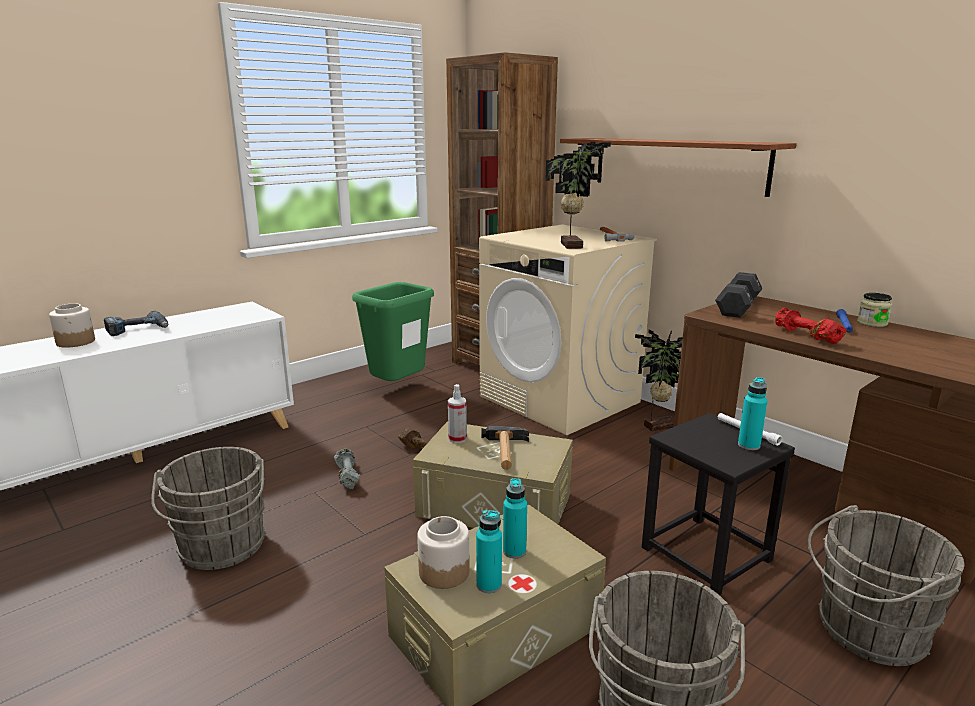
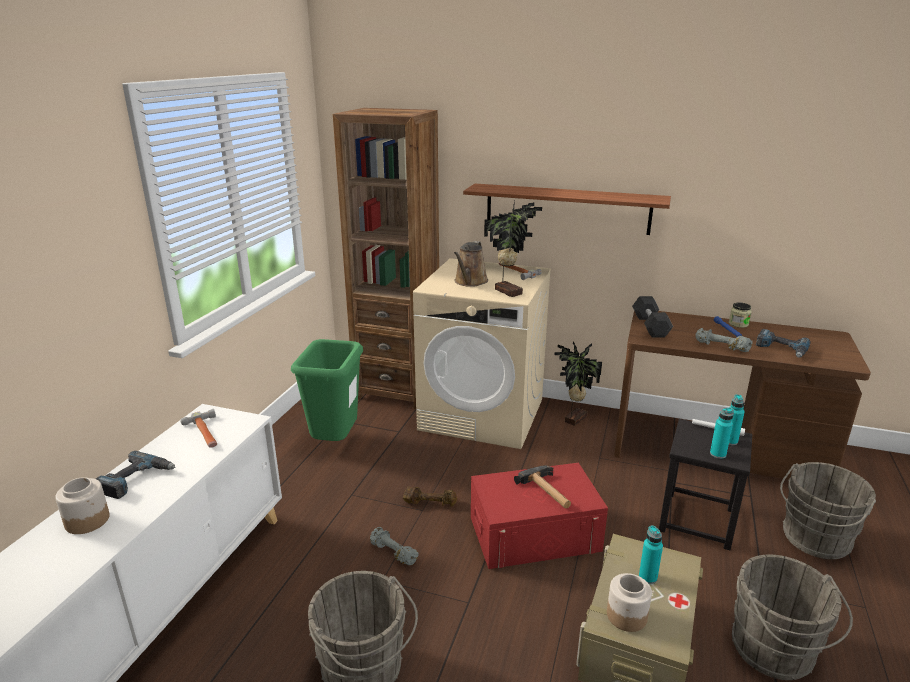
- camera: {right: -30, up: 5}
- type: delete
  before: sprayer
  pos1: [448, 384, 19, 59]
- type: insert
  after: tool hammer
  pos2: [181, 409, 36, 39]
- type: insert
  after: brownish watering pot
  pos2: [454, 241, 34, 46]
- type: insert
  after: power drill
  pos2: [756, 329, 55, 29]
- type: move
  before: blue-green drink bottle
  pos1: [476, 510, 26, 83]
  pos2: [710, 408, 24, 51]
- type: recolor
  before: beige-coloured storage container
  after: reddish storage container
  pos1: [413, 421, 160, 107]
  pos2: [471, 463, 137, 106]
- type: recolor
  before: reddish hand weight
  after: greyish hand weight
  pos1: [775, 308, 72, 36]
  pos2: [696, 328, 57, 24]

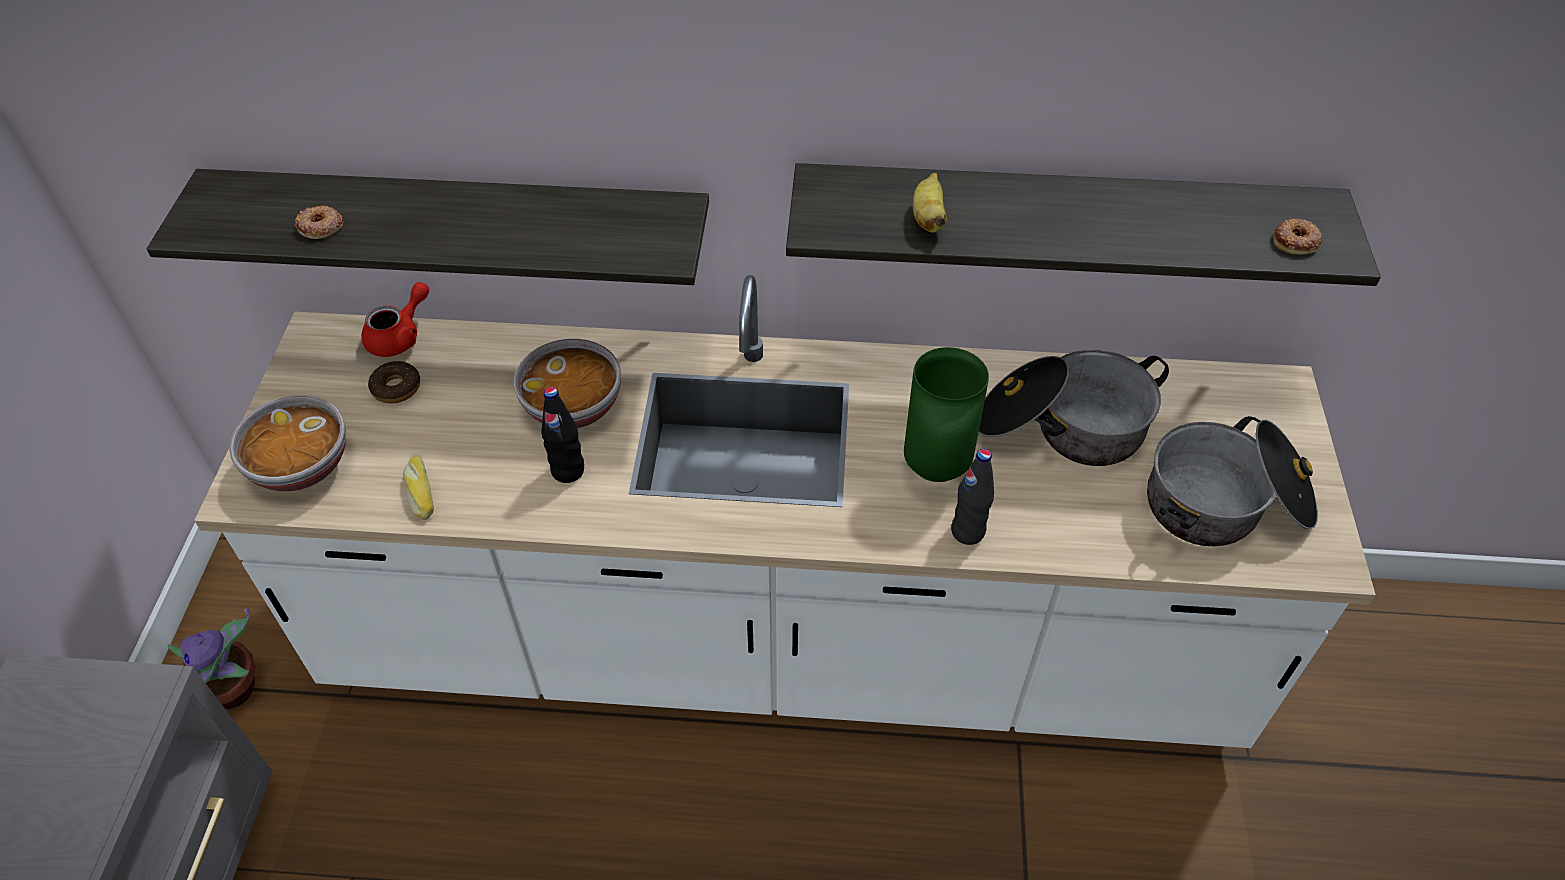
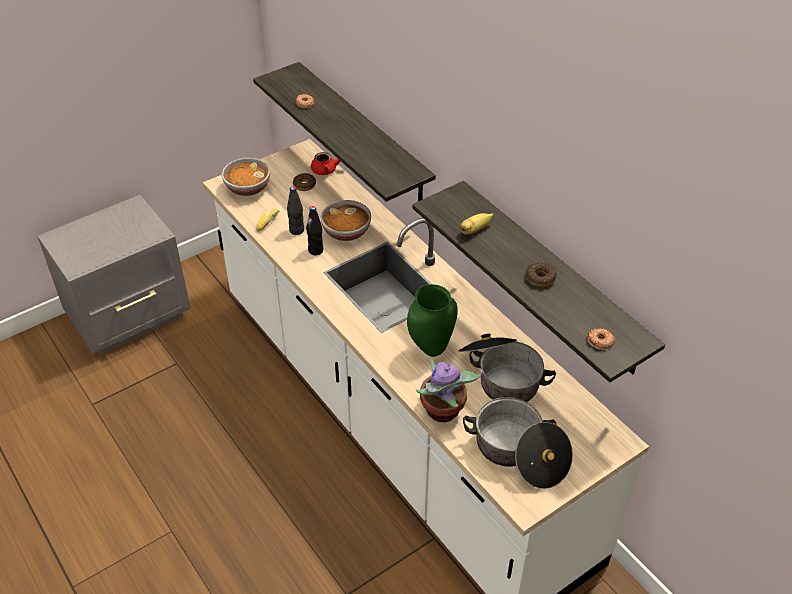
- camera: {right: 50, up: -5}
- type: insert
  after: doughnut
  pos2: [525, 262, 32, 25]
- type: move
  before: plant in a pot
  pos1: [167, 608, 89, 101]
  pos2: [416, 359, 67, 63]
- type: move
  before: black drink bottle
  pos1: [951, 449, 43, 96]
  pos2: [287, 186, 17, 49]

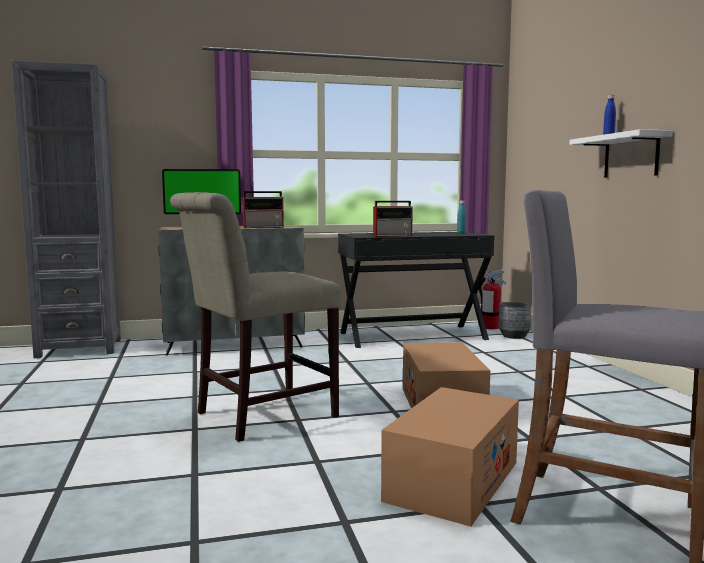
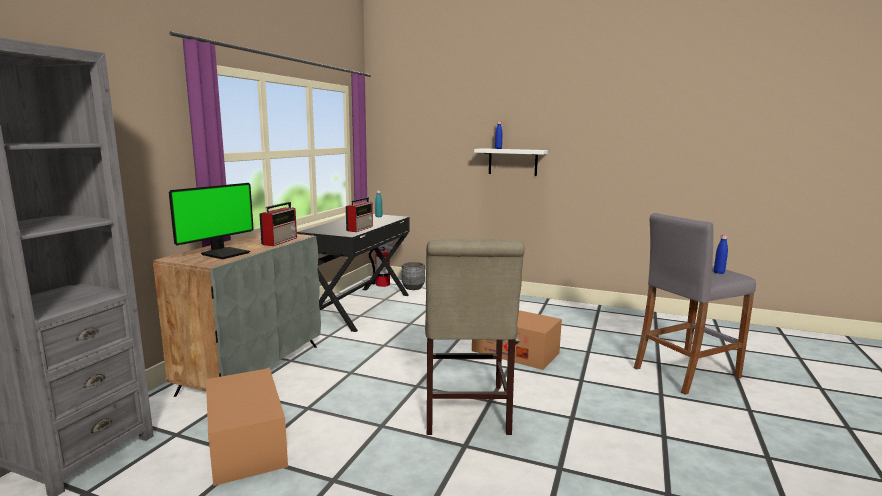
- camera: {right: -55, up: 5}
- type: insert
  after: bluish drink bottle
  pos2: [714, 235, 14, 39]
- type: move
  before: cardboard box
  pos1: [381, 387, 138, 140]
  pos2: [206, 368, 82, 118]

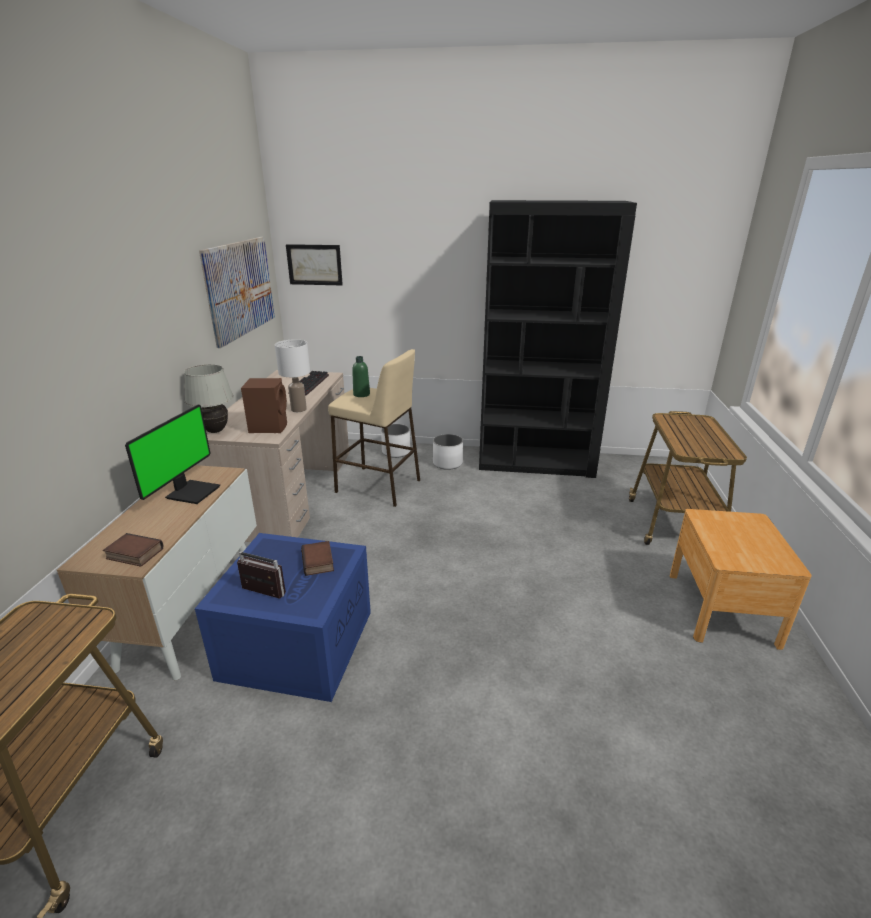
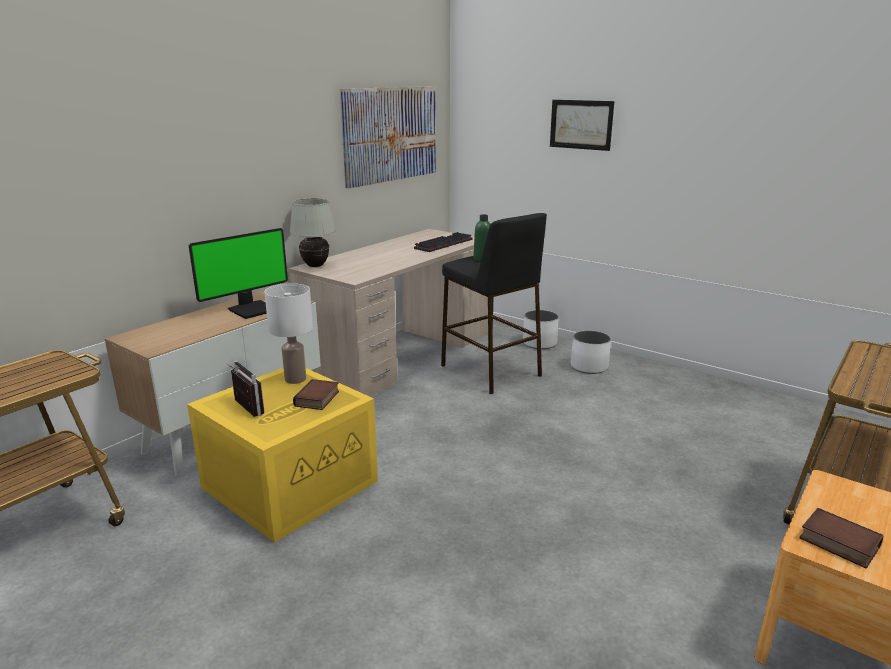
- camera: {right: 30, up: -5}
- type: delete
  before: brownish loudspeaker
  pos1: [241, 378, 46, 55]
- type: delete
  before: black shelving unit
  pos1: [479, 200, 158, 278]
- type: move
  before: volume
  pos1: [103, 533, 60, 34]
  pos2: [799, 508, 84, 60]
- type: move
  before: white-coloured table lamp
  pos1: [275, 340, 35, 72]
  pos2: [264, 283, 49, 101]
- type: move
  before: picture
  pos1: [286, 244, 57, 41]
  pos2: [550, 100, 64, 51]
- type: recolor
  before: bluish storage container
  after: yellow storage container
  pos1: [195, 533, 176, 169]
  pos2: [187, 368, 191, 175]
- type: recolor
  before: beige-coloured sitting stool
  after: black sitting stool
  pos1: [328, 349, 92, 158]
  pos2: [441, 213, 106, 181]

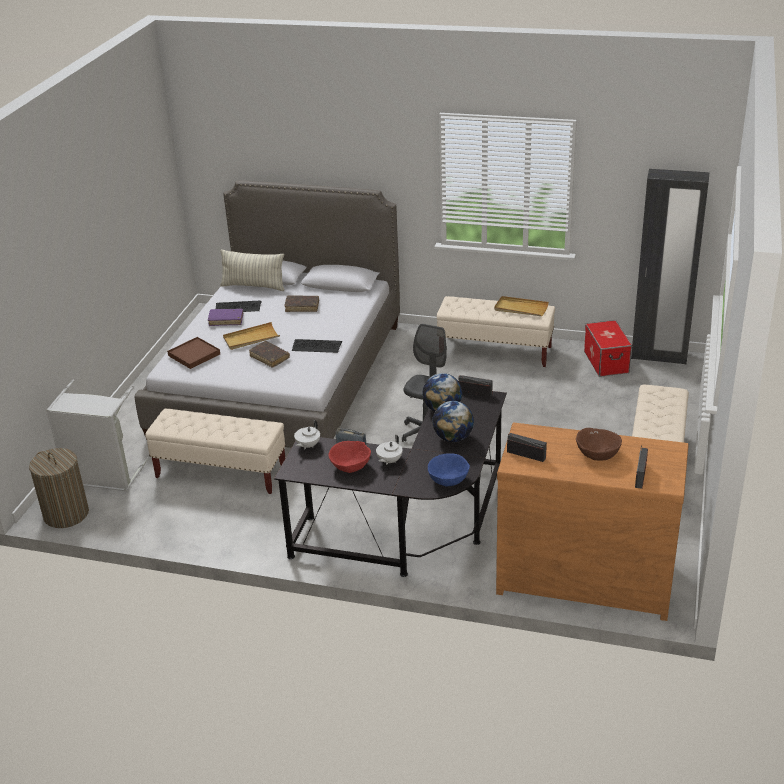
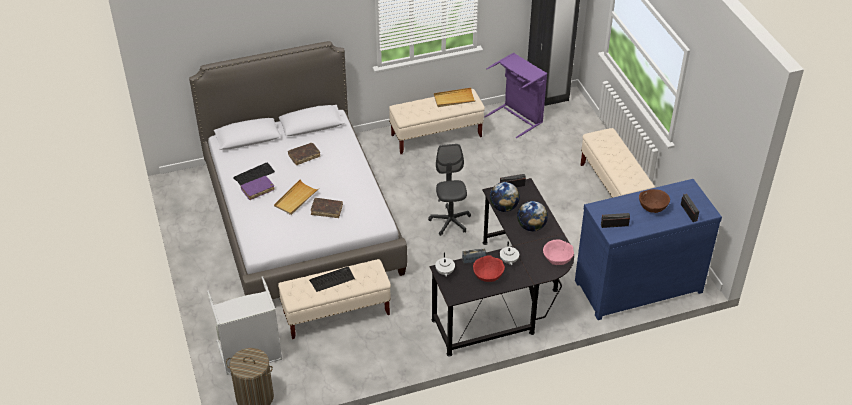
- camera: {right: -35, up: 10}
- type: delete
  before: brownish serving tray
  pos1: [167, 337, 53, 32]
- type: delete
  before: cushion
  pos1: [220, 250, 65, 41]
- type: move
  before: PC keyboard
  pos1: [292, 339, 50, 14]
  pos2: [309, 267, 46, 25]
- type: replace
  before: storage container
  after: purple-coloured laundry basket
  pos1: [584, 320, 48, 57]
  pos2: [484, 52, 63, 86]
- type: recolor
  before: bluish bowl
  after: pink bowl
  pos1: [428, 453, 42, 33]
  pos2: [543, 240, 31, 25]
- type: recolor
  before: brownish chest of drawers
  after: bluish chest of drawers
  pos1: [496, 422, 193, 199]
  pos2: [575, 179, 147, 141]

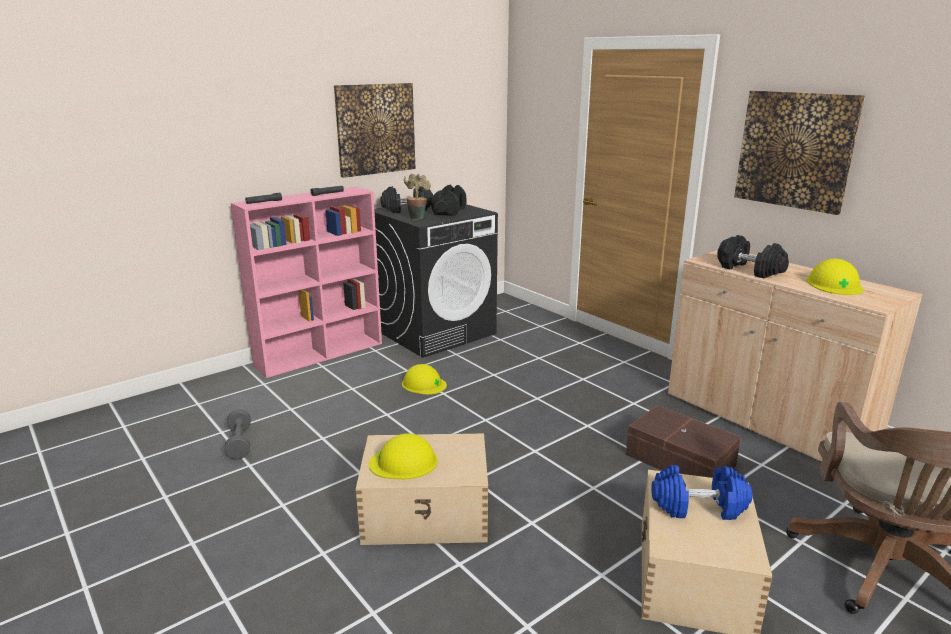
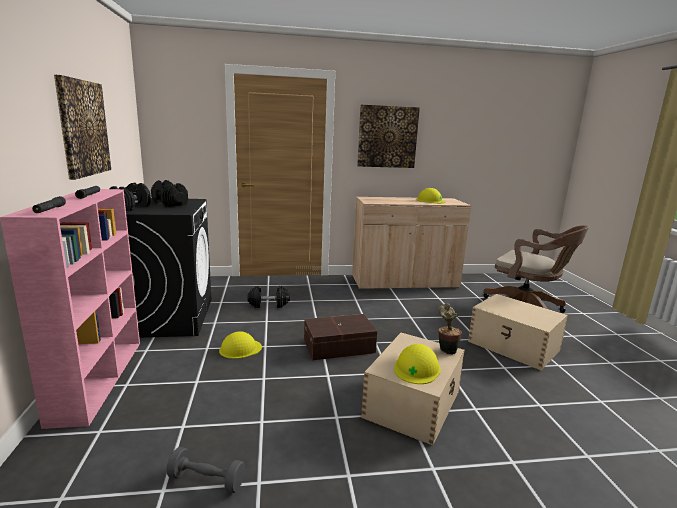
- camera: {right: -60, up: -5}
- type: delete
  before: bluish hand weight
  pos1: [651, 465, 101, 55]
- type: move
  before: plant in a pot
  pos1: [404, 174, 27, 46]
  pos2: [438, 303, 24, 52]
- type: move
  before: brownish storage container
  pos1: [626, 405, 115, 73]
  pos2: [304, 314, 73, 46]
- type: move
  before: black hand weight
  pos1: [718, 235, 71, 43]
  pos2: [248, 286, 42, 22]

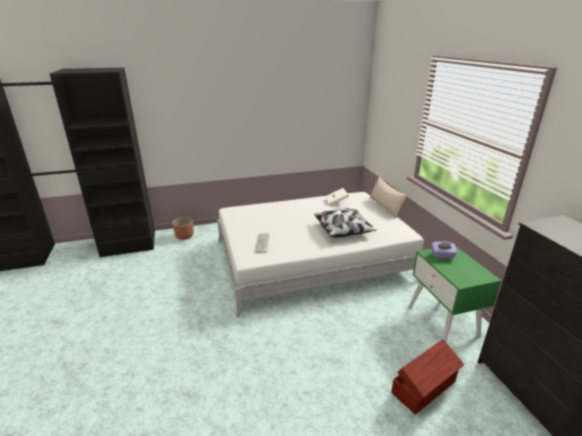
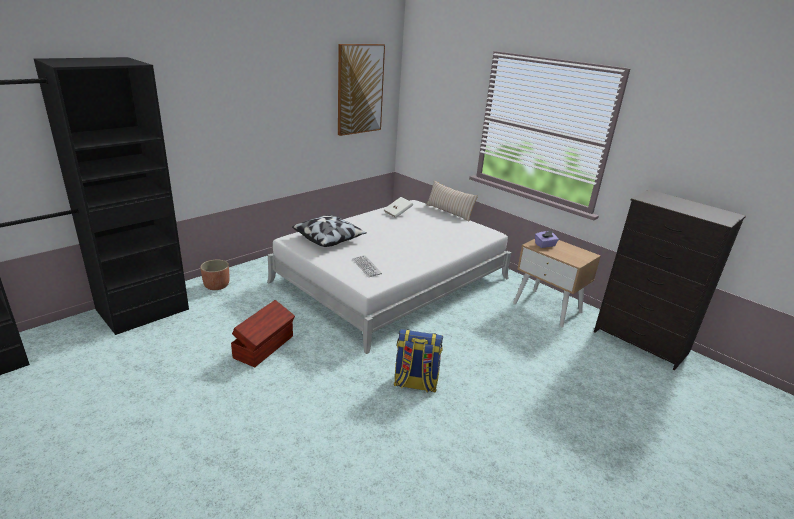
- camera: {right: -30, up: 0}
- type: insert
  after: picture
  pos2: [338, 44, 47, 92]
- type: insert
  after: backpack
  pos2: [394, 329, 50, 64]
- type: move
  before: cushion
  pos1: [314, 208, 63, 30]
  pos2: [292, 215, 75, 32]
- type: move
  before: brownish storage container
  pos1: [391, 339, 74, 76]
  pos2: [231, 300, 64, 67]
- type: recolor
  before: green-coloured nightstand
  after: beige-coloured nightstand
  pos1: [409, 246, 93, 96]
  pos2: [513, 239, 88, 88]

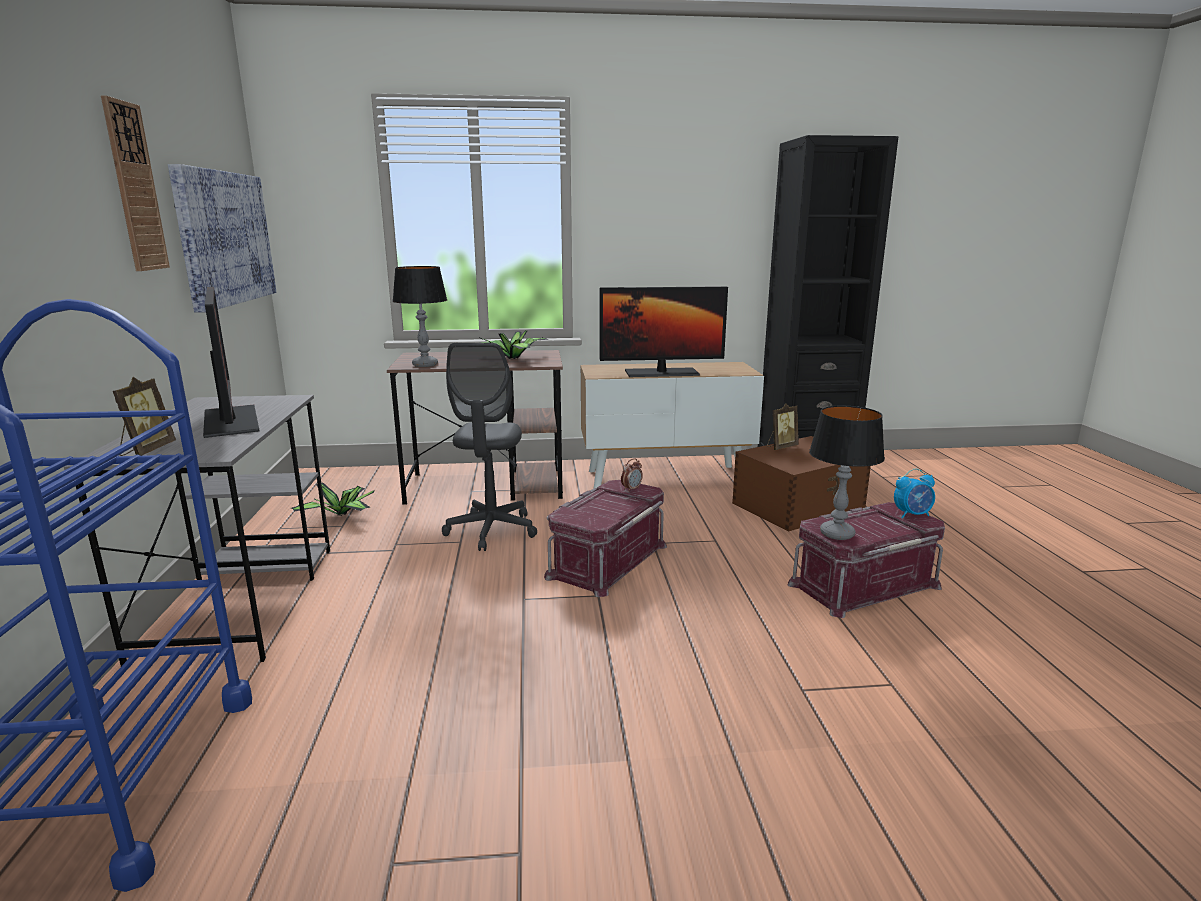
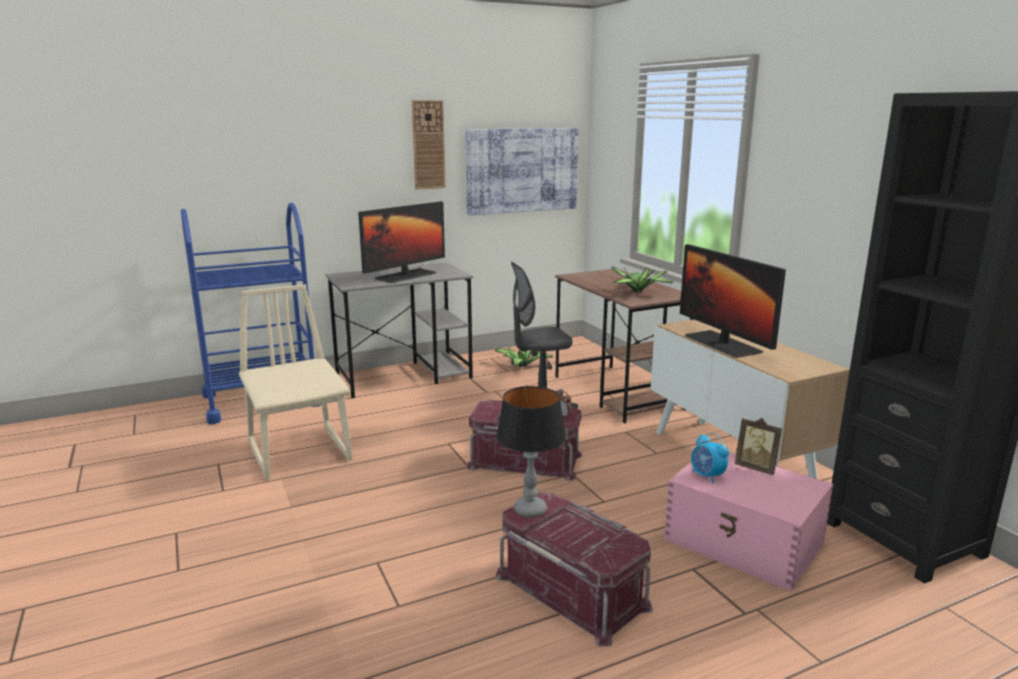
- camera: {right: 70, up: 0}
- type: delete
  before: picture frame
  pos1: [113, 377, 63, 79]
- type: delete
  before: table lamp
  pos1: [392, 266, 55, 101]
- type: insert
  after: beige-coloured upright chair
  pos2: [239, 284, 113, 196]
- type: move
  before: table clock
  pos1: [894, 469, 41, 49]
  pos2: [691, 433, 38, 50]
- type: recolor
  before: brownish storage container
  after: pink storage container
  pos1: [732, 436, 139, 96]
  pos2: [664, 452, 169, 139]

